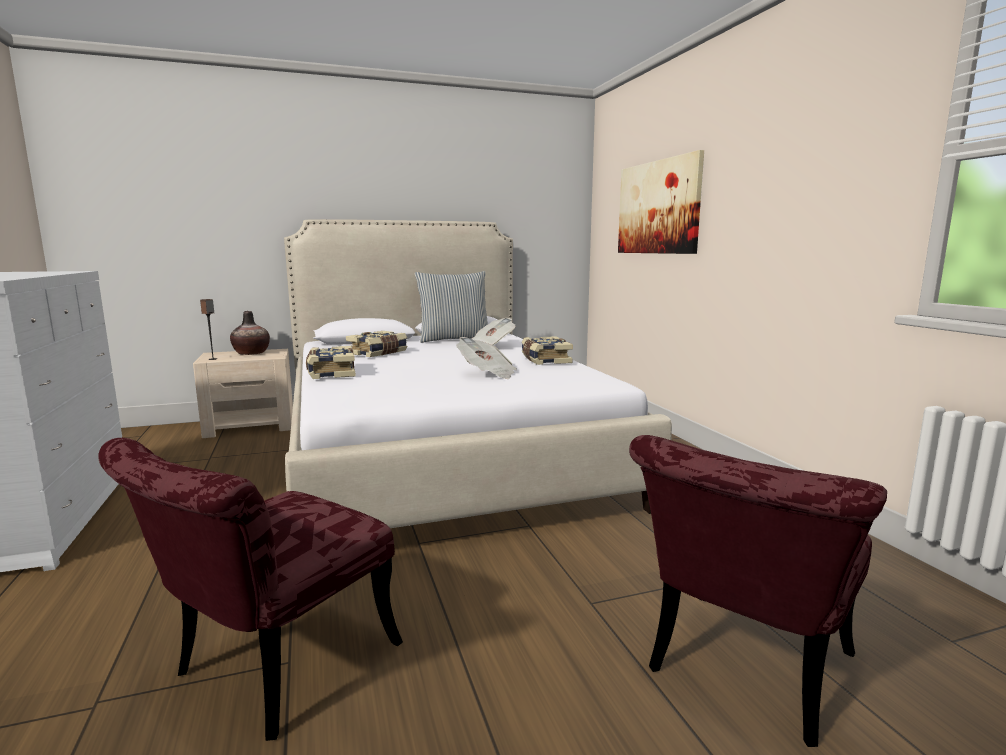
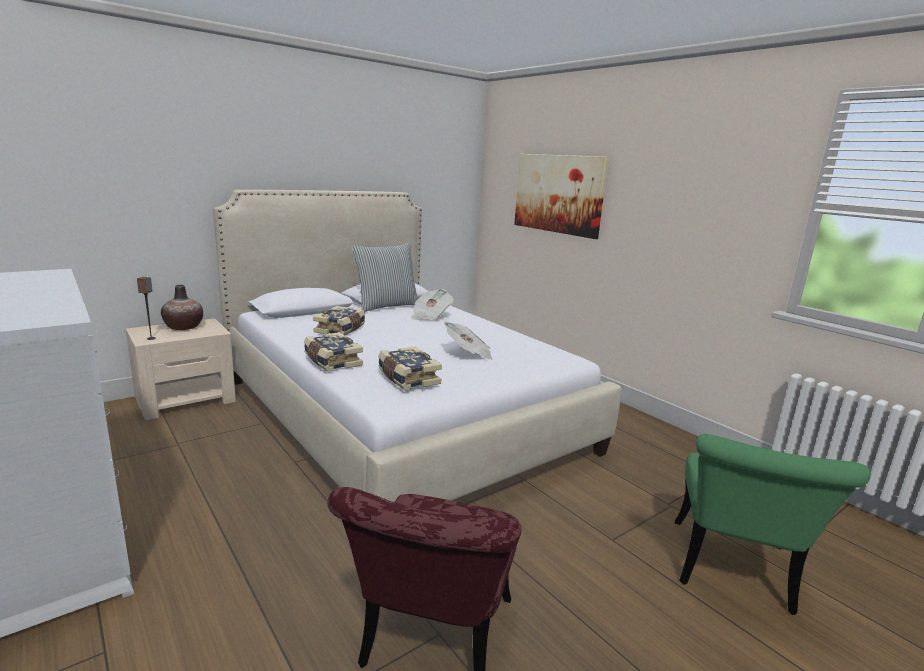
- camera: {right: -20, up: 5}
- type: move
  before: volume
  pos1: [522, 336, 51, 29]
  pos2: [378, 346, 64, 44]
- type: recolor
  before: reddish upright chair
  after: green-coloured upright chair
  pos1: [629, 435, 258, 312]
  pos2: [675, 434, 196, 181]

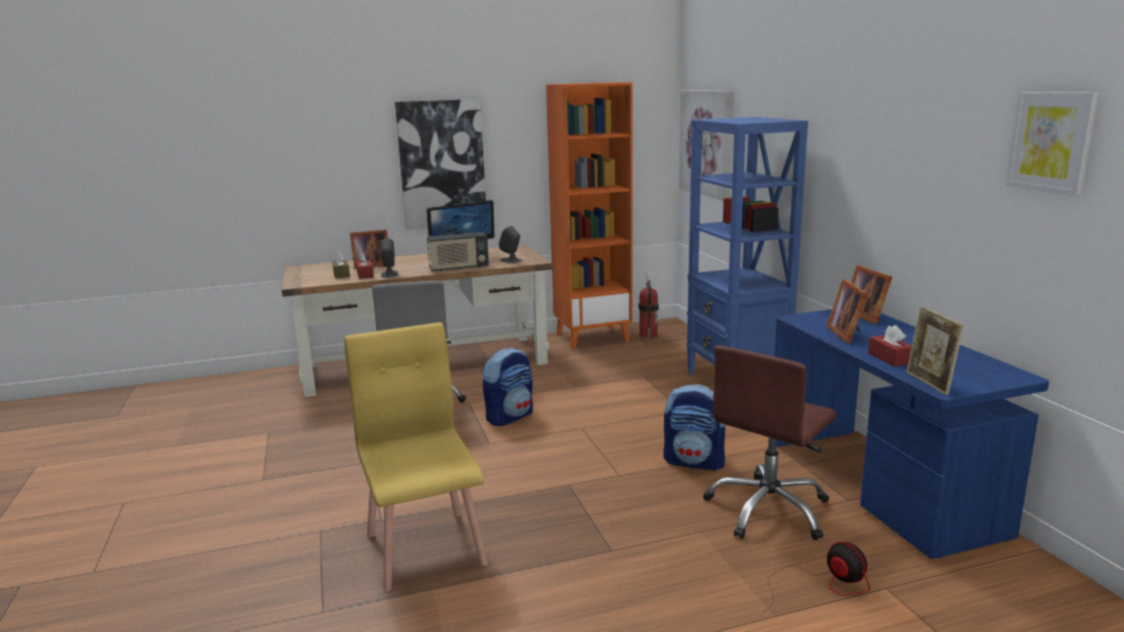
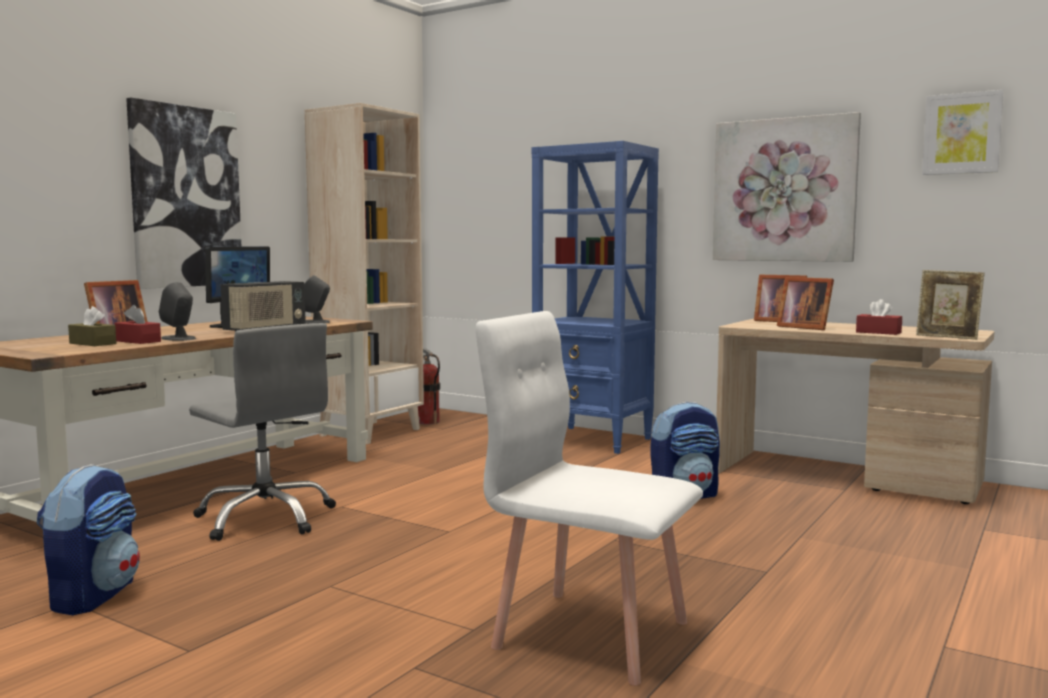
- camera: {right: -40, up: -10}
- type: delete
  before: brownish desk chair
  pos1: [703, 345, 133, 195]
- type: delete
  before: fan
  pos1: [763, 542, 107, 70]
- type: move
  before: backpack
  pos1: [482, 347, 51, 79]
  pos2: [37, 464, 103, 151]
- type: move
  before: picture
  pos1: [679, 90, 55, 111]
  pos2: [713, 112, 148, 150]
- type: recolor
  before: yellow upright chair
  after: white-coloured upright chair
  pos1: [344, 322, 144, 269]
  pos2: [476, 311, 227, 375]
- type: recolor
  before: orange-coloured shelving unit
  after: beige-coloured shelving unit
  pos1: [546, 82, 87, 267]
  pos2: [305, 103, 119, 341]
- type: recolor
  before: bluish desk
  after: beige-coloured desk
  pos1: [774, 309, 275, 250]
  pos2: [716, 319, 278, 185]

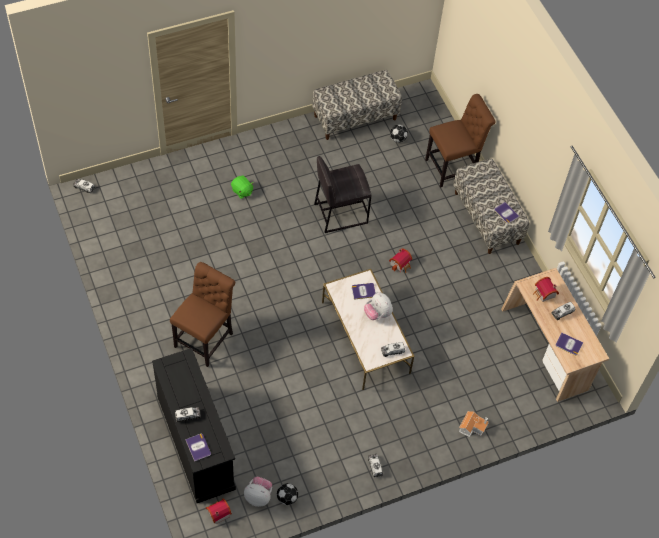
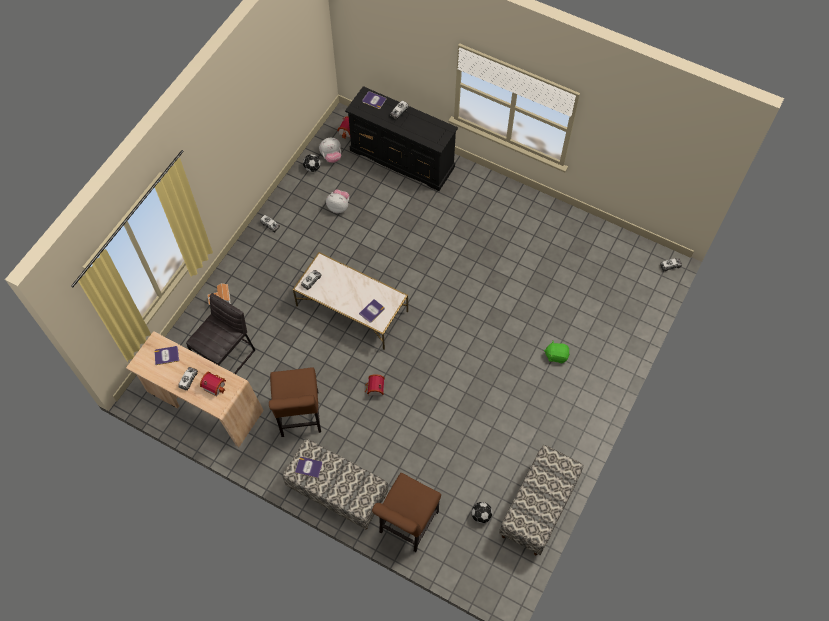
- camera: {right: 145, up: 5}
- type: move
  before: brownish upright chair
  pos1: [170, 262, 65, 105]
  pos2: [269, 368, 52, 69]
- type: move
  before: greyish sitting stool
  pos1: [314, 156, 57, 77]
  pos2: [186, 293, 69, 81]
- type: move
  before: plush toy
  pos1: [364, 293, 29, 27]
  pos2: [326, 189, 23, 24]

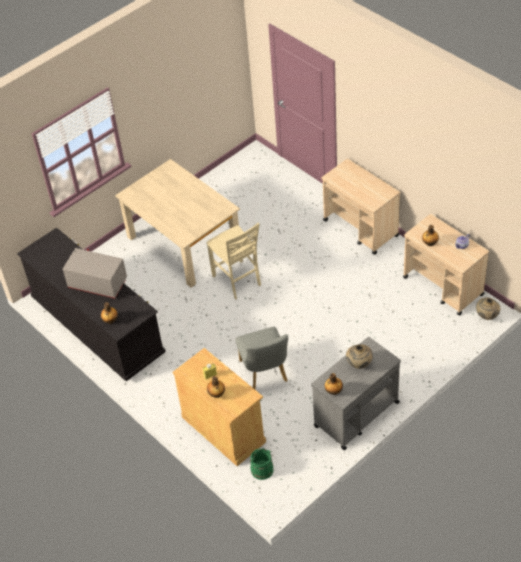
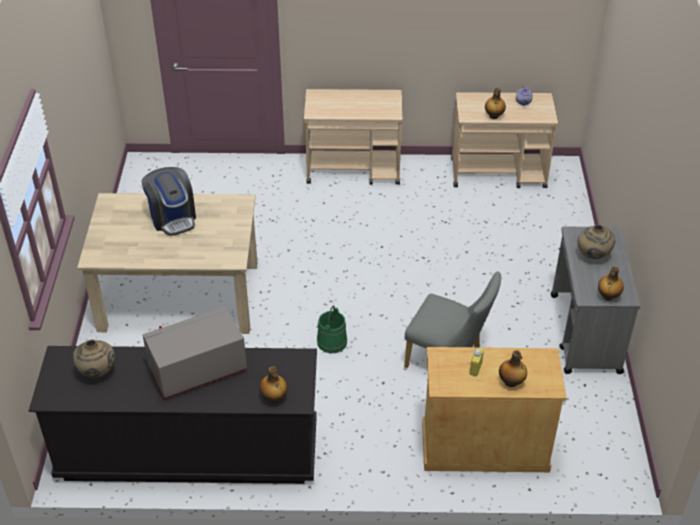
- camera: {right: -50, up: -5}
- type: delete
  before: beige-coloured upright chair
  pos1: [206, 223, 55, 77]
- type: insert
  after: coffee brewer
  pos2: [142, 167, 54, 69]
- type: move
  before: green-coloured water bucket
  pos1: [250, 448, 23, 32]
  pos2: [317, 305, 30, 48]
- type: move
  before: beige-coloured flower vase
  pos1: [476, 298, 24, 22]
  pos2: [72, 339, 43, 38]

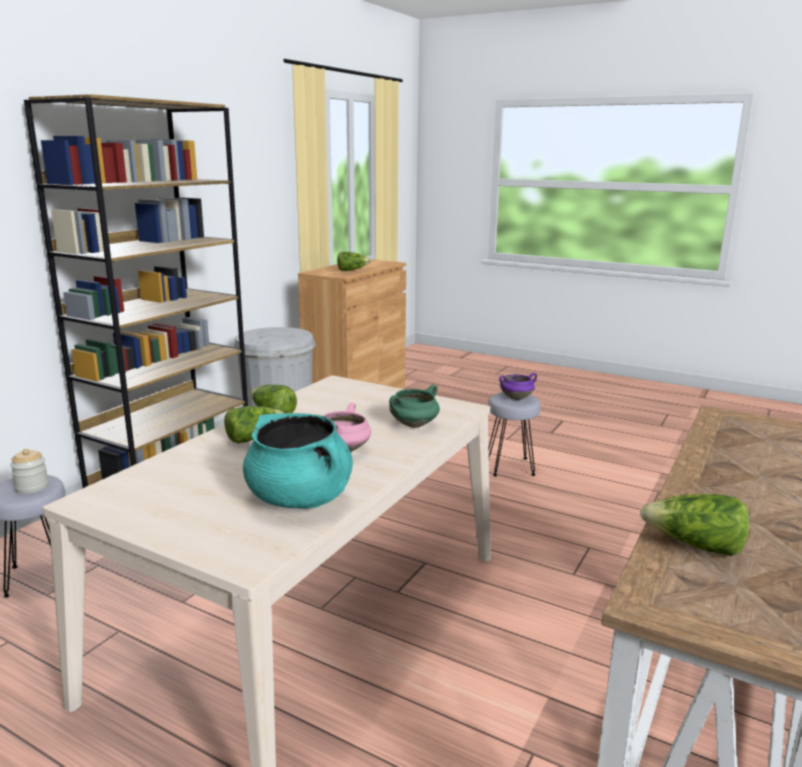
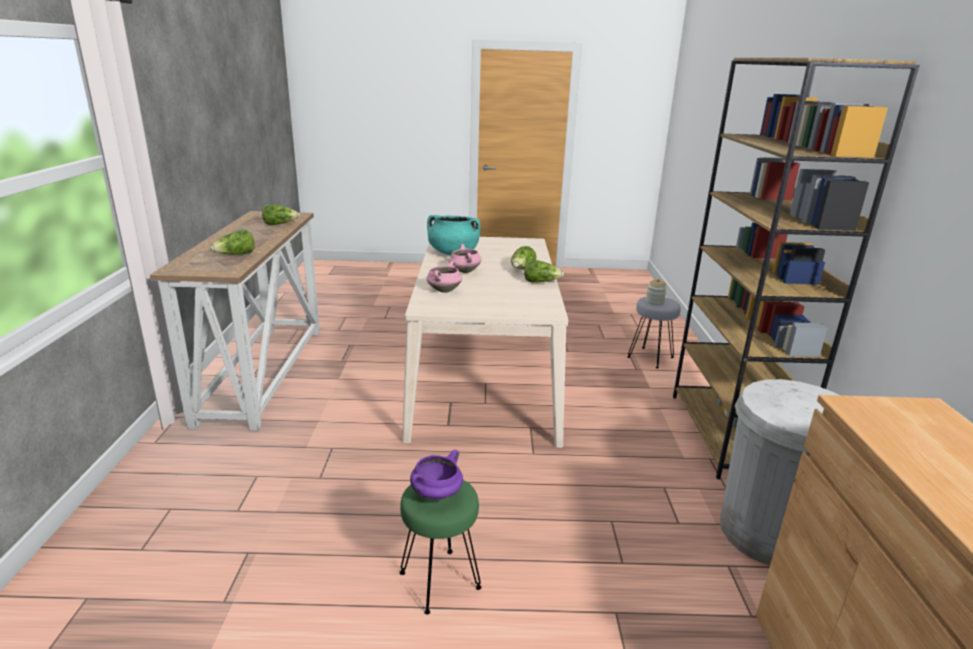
- camera: {right: 150, up: 5}
- type: move
  before: head of lettuce
  pos1: [337, 252, 33, 19]
  pos2: [210, 230, 45, 25]
- type: recolor
  before: green-coloured cooking pot
  after: pink cooking pot
  pos1: [389, 384, 51, 44]
  pos2: [427, 261, 35, 32]
- type: recolor
  before: greyish sitting stool
  after: green-coloured sitting stool
  pos1: [488, 392, 53, 85]
  pos2: [400, 480, 82, 134]

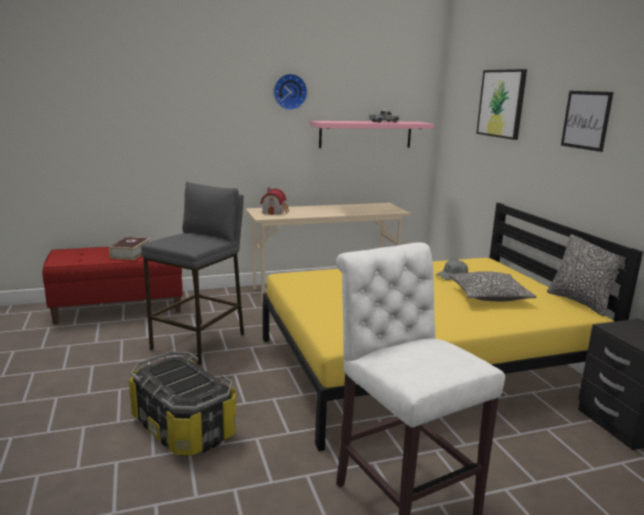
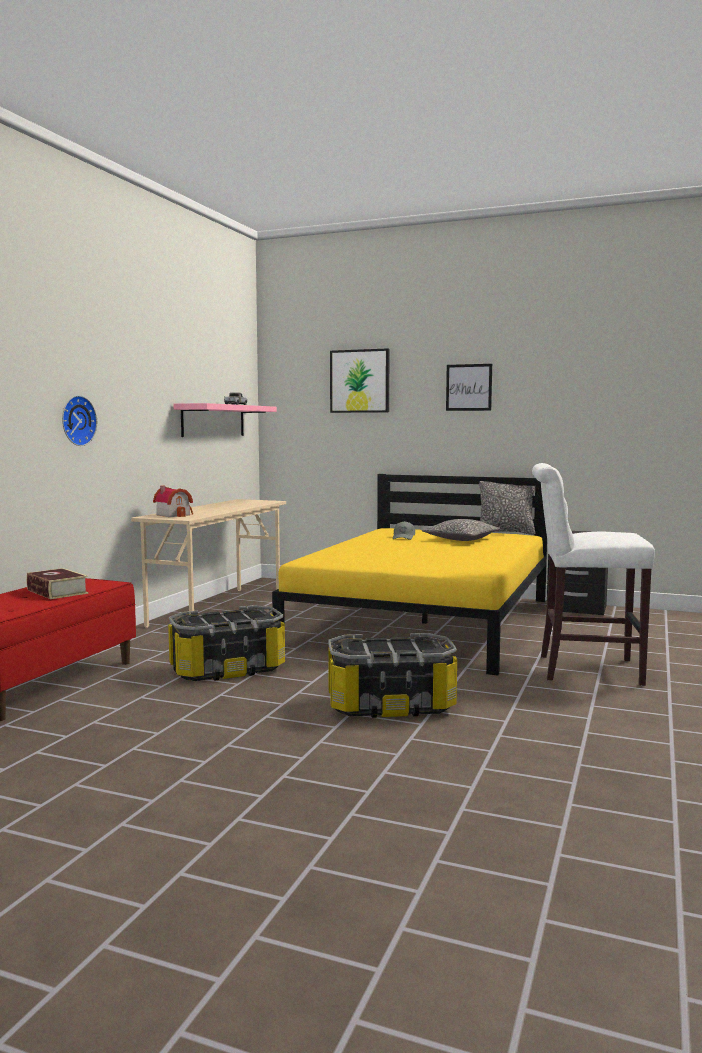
- camera: {right: -50, up: -10}
- type: move
  before: hanging clock
  pos1: [273, 74, 34, 36]
  pos2: [62, 395, 35, 51]
- type: replace
  before: greyish sitting stool
  after: storage container
  pos1: [141, 181, 103, 184]
  pos2: [168, 605, 117, 76]

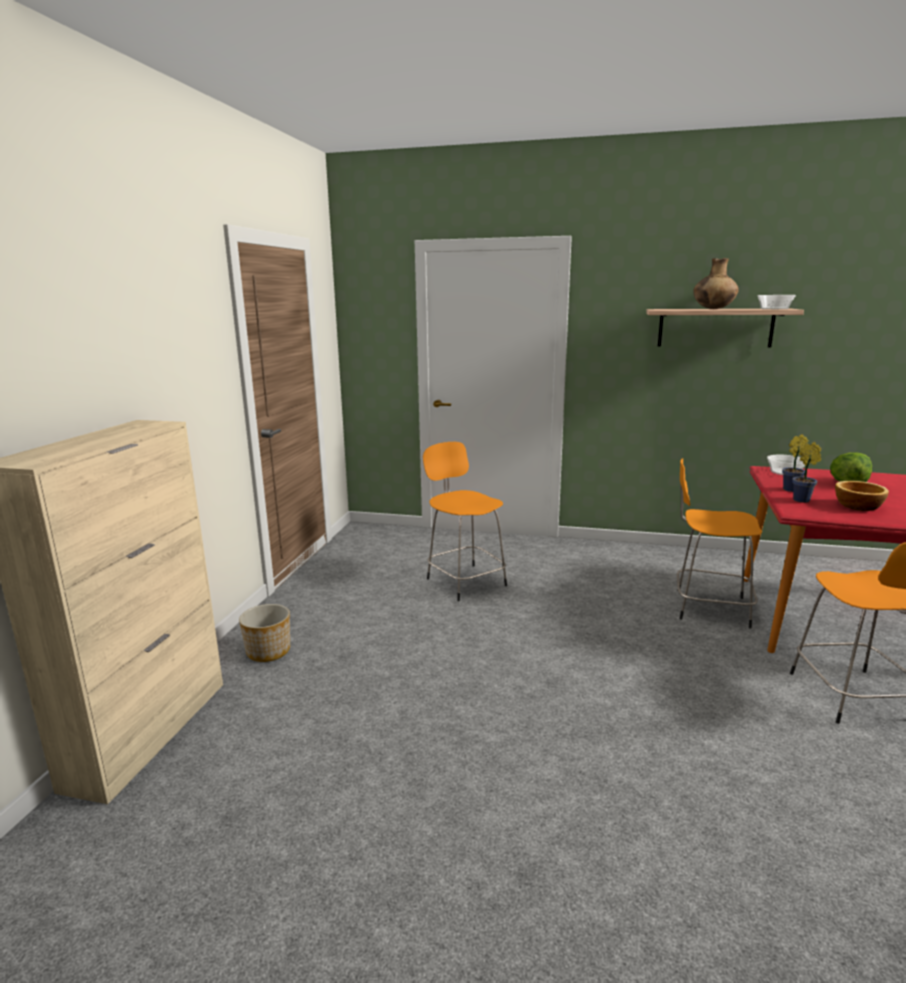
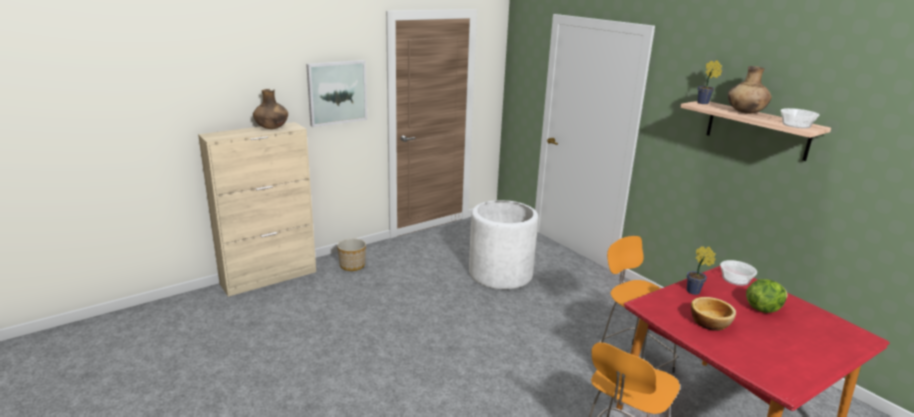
- camera: {right: 40, up: 5}
- type: insert
  after: brownish flower vase
  pos2: [253, 89, 35, 40]
- type: insert
  after: picture
  pos2: [306, 60, 61, 67]
- type: move
  before: plant in a pot
  pos1: [792, 442, 29, 61]
  pos2: [697, 60, 25, 44]
- type: replace
  before: orange-coloured sitting stool
  after: white-coloured planter
  pos1: [423, 442, 84, 159]
  pos2: [469, 200, 69, 89]

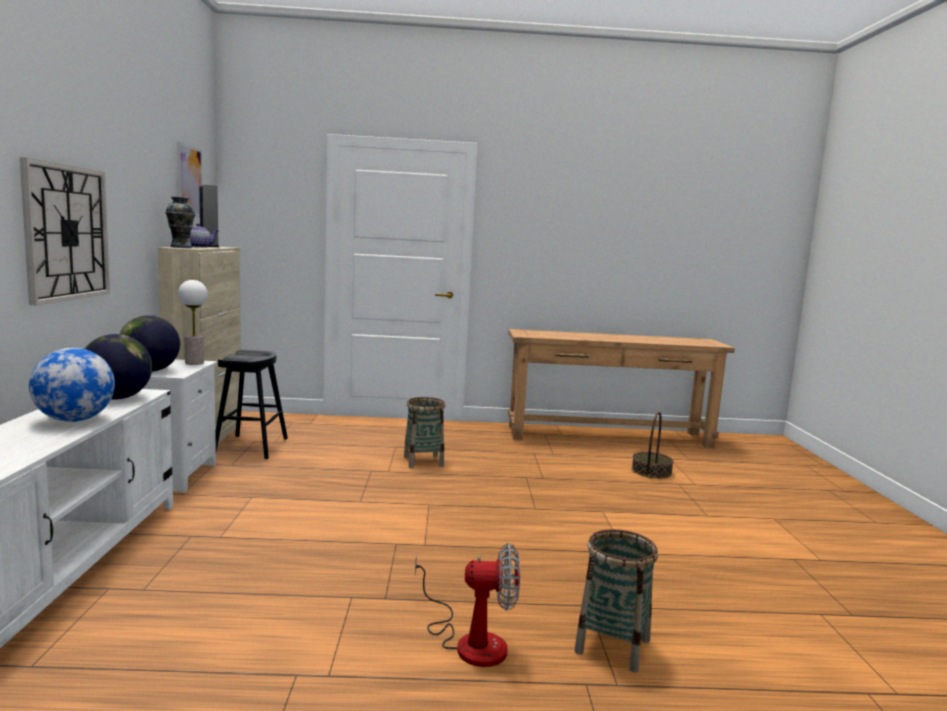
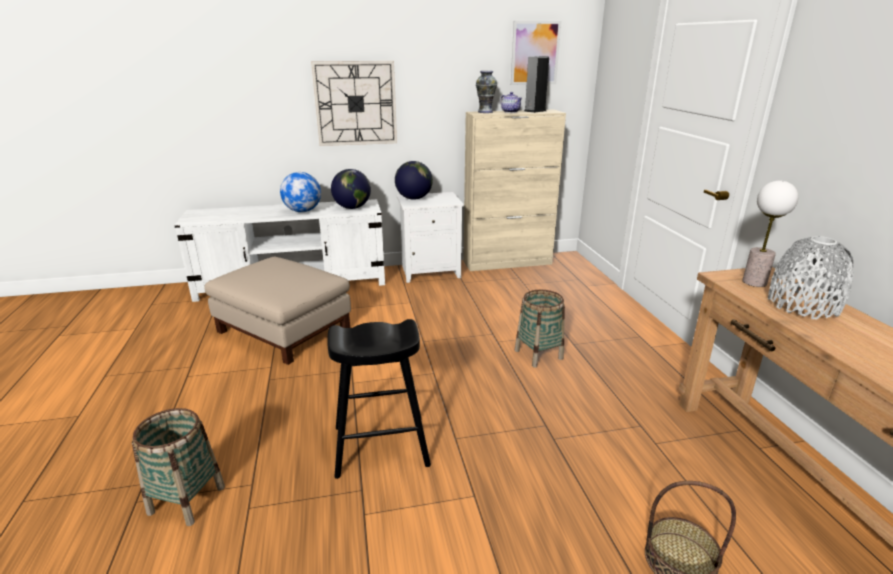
- camera: {right: 80, up: 15}
- type: delete
  before: fan
  pos1: [415, 543, 105, 124]
- type: insert
  after: beige-coloured ottoman
  pos2: [204, 257, 147, 108]
- type: insert
  after: greyish flower vase
  pos2: [768, 236, 85, 83]
- type: move
  before: table lamp
  pos1: [178, 280, 30, 85]
  pos2: [742, 181, 56, 106]
- type: move
  before: black sitting stool
  pos1: [215, 350, 73, 109]
  pos2: [327, 319, 104, 160]

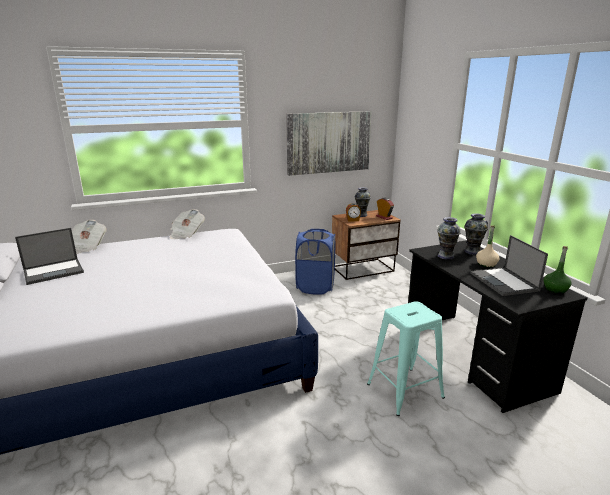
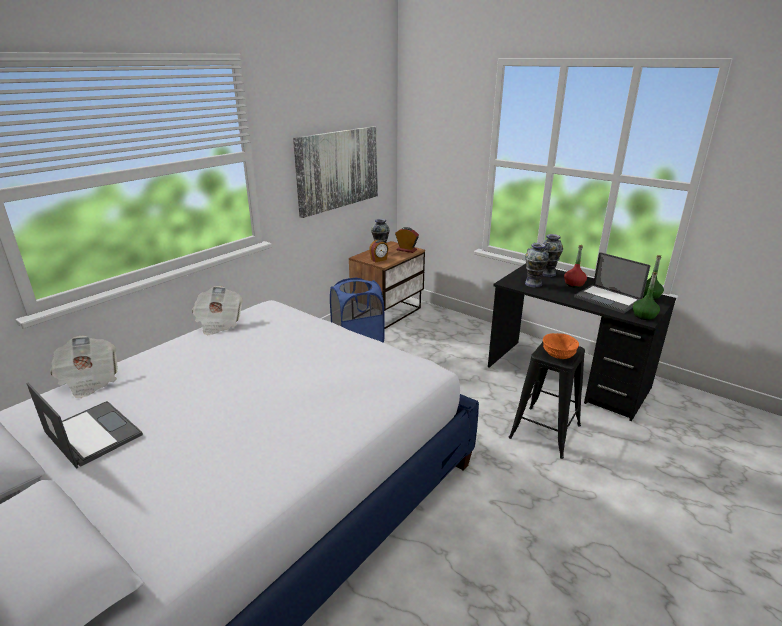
- camera: {right: -30, up: 5}
- type: insert
  after: orange-coloured bowl
  pos2: [543, 333, 36, 26]
- type: insert
  after: green-coloured drink bottle
  pos2: [633, 272, 27, 48]
- type: recolor
  before: blue-green sitting stool
  after: black sitting stool
  pos1: [367, 301, 78, 115]
  pos2: [509, 342, 76, 117]
- type: recolor
  before: beige-coloured drink bottle
  after: reddish drink bottle
  pos1: [476, 225, 23, 43]
  pos2: [564, 245, 23, 43]
- type: rotate
  before: notebook computer
  pos1: [15, 228, 69, 57]
  pos2: [27, 383, 116, 85]
  turn: -75

